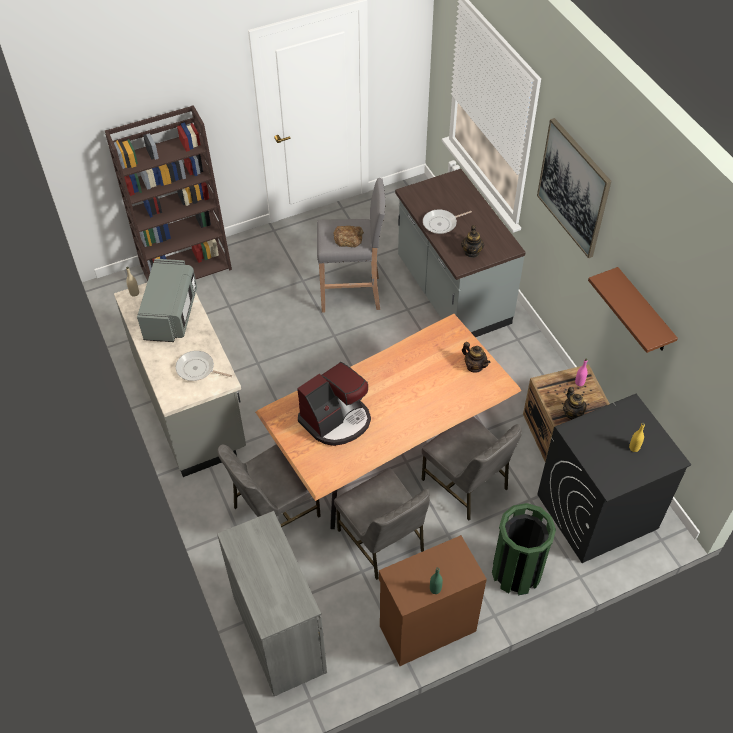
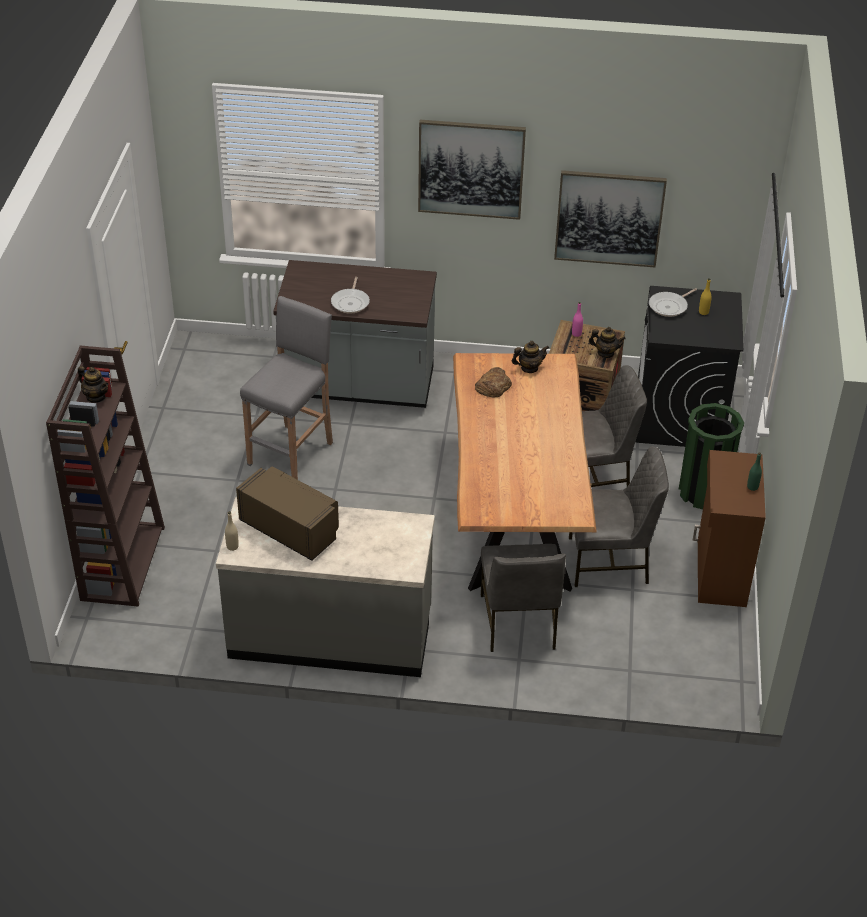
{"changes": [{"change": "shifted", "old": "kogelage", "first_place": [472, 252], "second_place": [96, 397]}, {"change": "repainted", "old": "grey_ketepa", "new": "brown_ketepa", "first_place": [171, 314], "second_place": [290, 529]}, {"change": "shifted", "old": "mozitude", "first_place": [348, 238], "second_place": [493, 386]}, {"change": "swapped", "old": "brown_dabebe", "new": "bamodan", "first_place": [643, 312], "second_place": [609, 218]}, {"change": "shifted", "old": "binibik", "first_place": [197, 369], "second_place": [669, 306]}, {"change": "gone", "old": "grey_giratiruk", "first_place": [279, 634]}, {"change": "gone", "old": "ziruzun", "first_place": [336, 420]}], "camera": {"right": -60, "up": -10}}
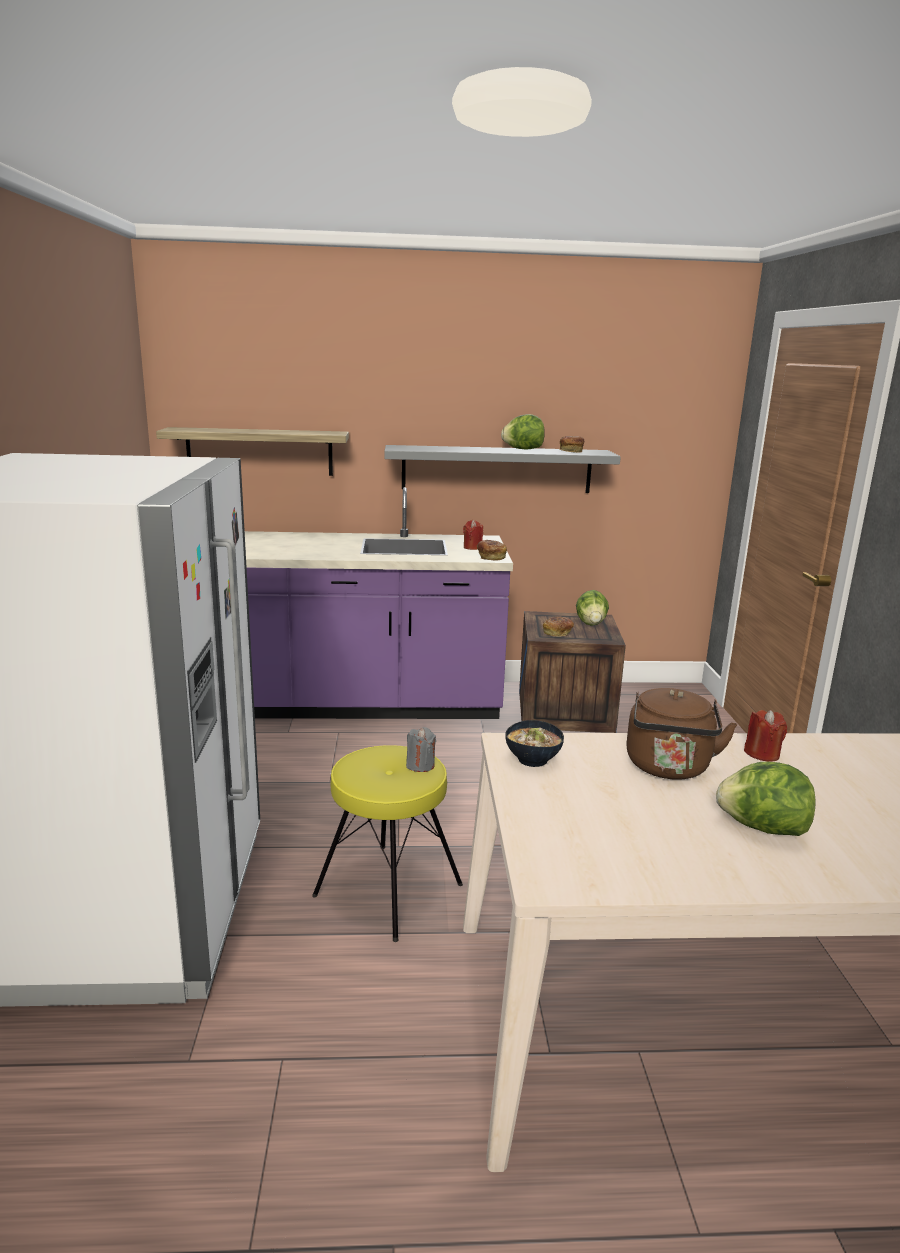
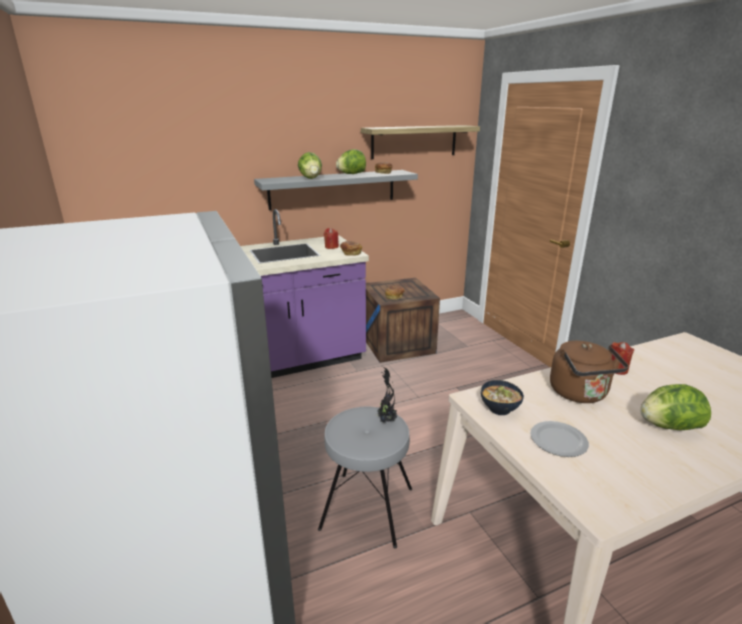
{"changes": [{"change": "shifted", "old": "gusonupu", "first_place": [591, 624], "second_place": [311, 178]}, {"change": "repainted", "old": "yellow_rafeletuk", "new": "grey_rafeletuk", "first_place": [388, 889], "second_place": [366, 507]}, {"change": "shifted", "old": "dabebe", "first_place": [260, 451], "second_place": [414, 141]}, {"change": "swapped", "old": "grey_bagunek", "new": "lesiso", "first_place": [420, 765], "second_place": [386, 420]}, {"change": "new", "new": "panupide", "second_place": [559, 440]}], "camera": {"right": -20, "up": 5}}
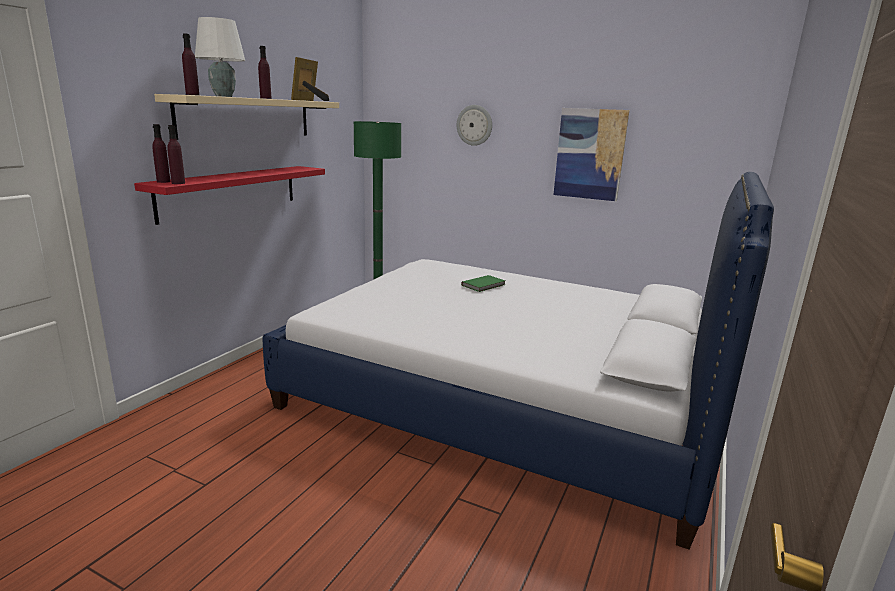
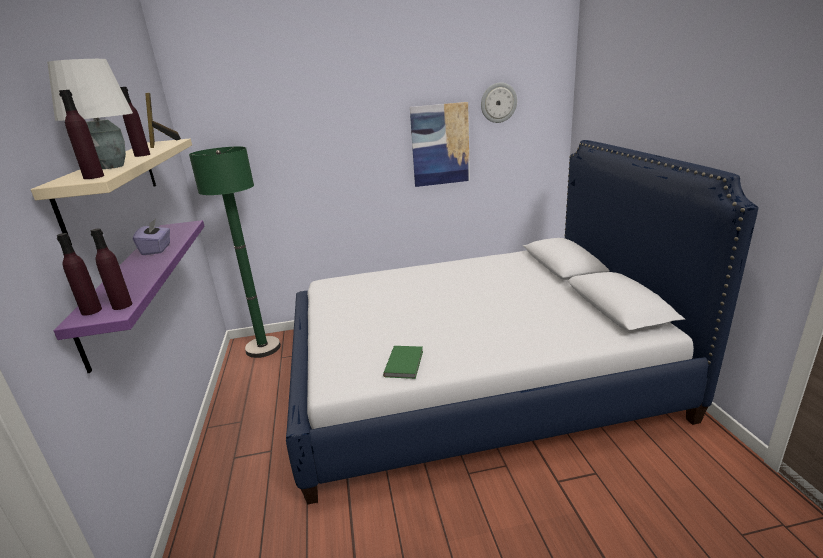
{"changes": [{"change": "repainted", "old": "red_dabebe", "new": "purple_dabebe", "first_place": [231, 192], "second_place": [128, 287]}, {"change": "new", "new": "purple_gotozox", "second_place": [157, 249]}, {"change": "shifted", "old": "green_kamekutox", "first_place": [484, 285], "second_place": [405, 363]}, {"change": "shifted", "old": "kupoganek", "first_place": [474, 125], "second_place": [498, 102]}], "camera": {"right": -35, "up": 5}}
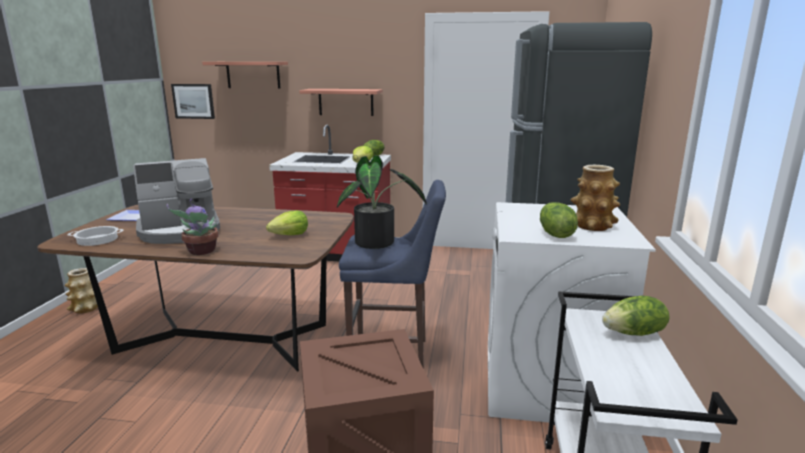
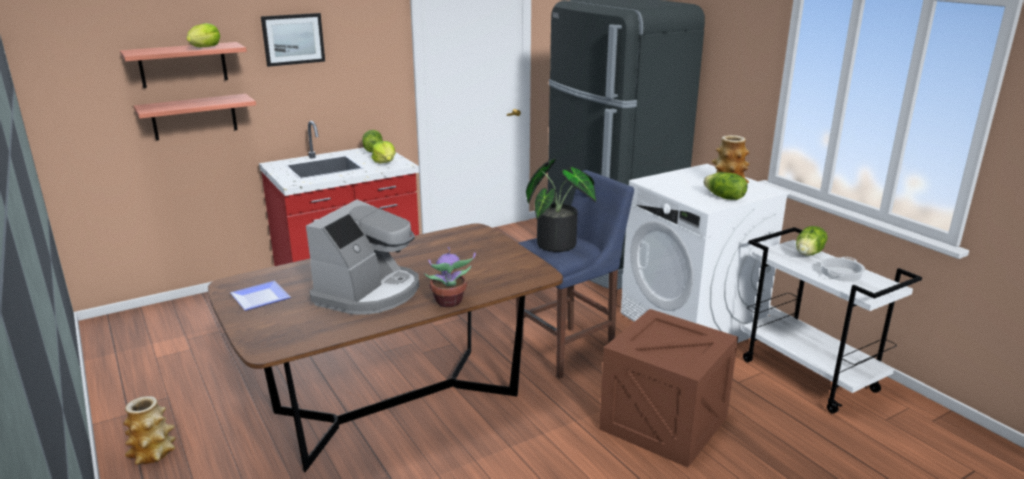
{"changes": [{"change": "shifted", "old": "dabebe", "first_place": [346, 102], "second_place": [194, 117]}, {"change": "shifted", "old": "gusonupu", "first_place": [290, 235], "second_place": [205, 47]}, {"change": "shifted", "old": "bamodan", "first_place": [193, 101], "second_place": [293, 39]}, {"change": "shifted", "old": "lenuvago", "first_place": [98, 239], "second_place": [840, 273]}], "camera": {"right": -40, "up": 5}}
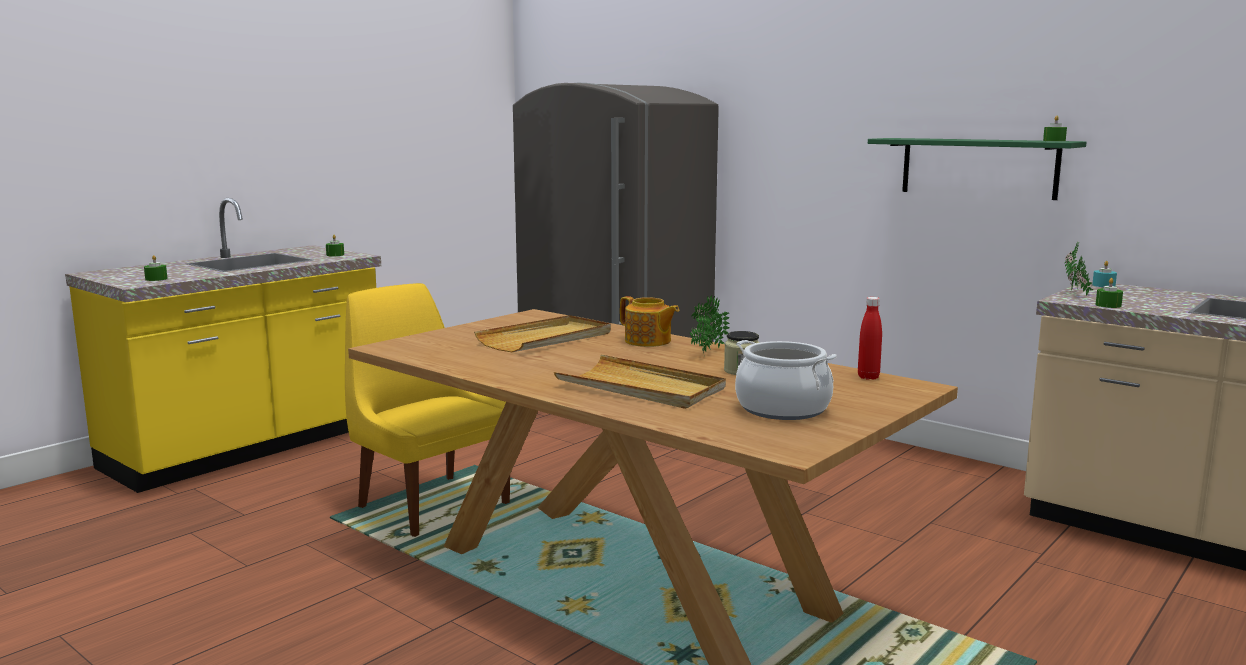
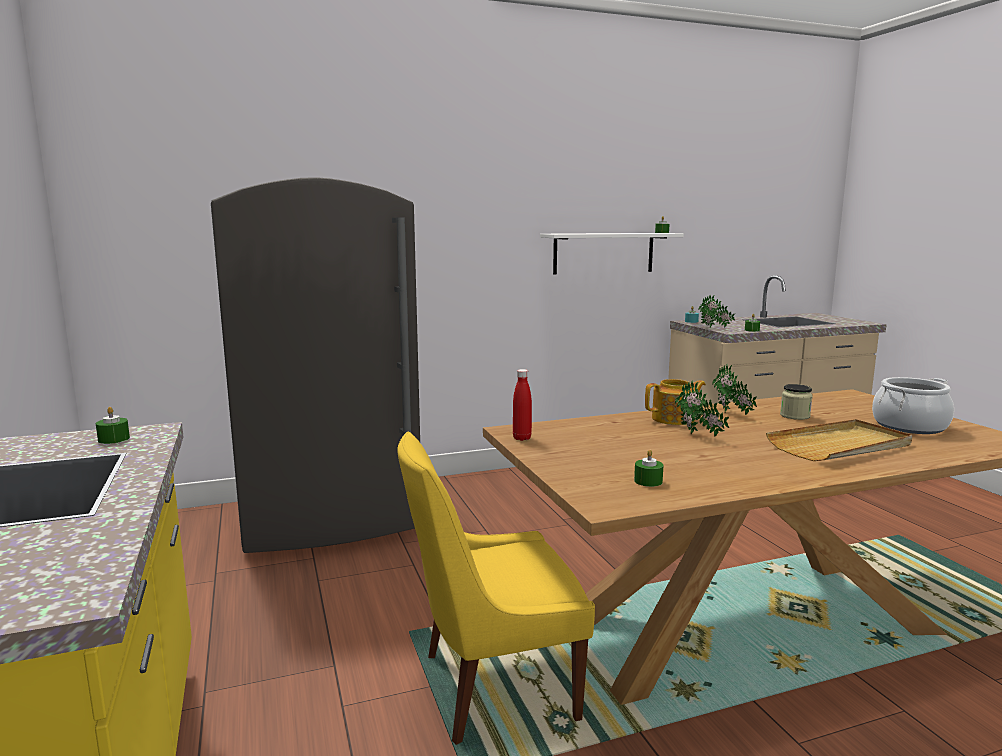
{"changes": [{"change": "shifted", "old": "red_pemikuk", "first_place": [868, 377], "second_place": [522, 438]}, {"change": "repainted", "old": "green_dabebe", "new": "white_dabebe", "first_place": [978, 167], "second_place": [603, 253]}, {"change": "shifted", "old": "green_bagunek", "first_place": [156, 279], "second_place": [648, 481]}, {"change": "new", "new": "lesiso", "second_place": [699, 436]}, {"change": "gone", "old": "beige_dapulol", "first_place": [546, 339]}], "camera": {"right": -60, "up": 0}}
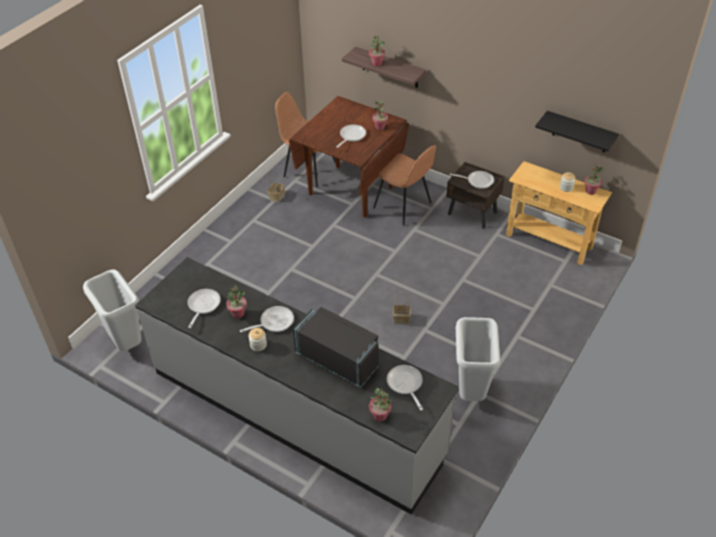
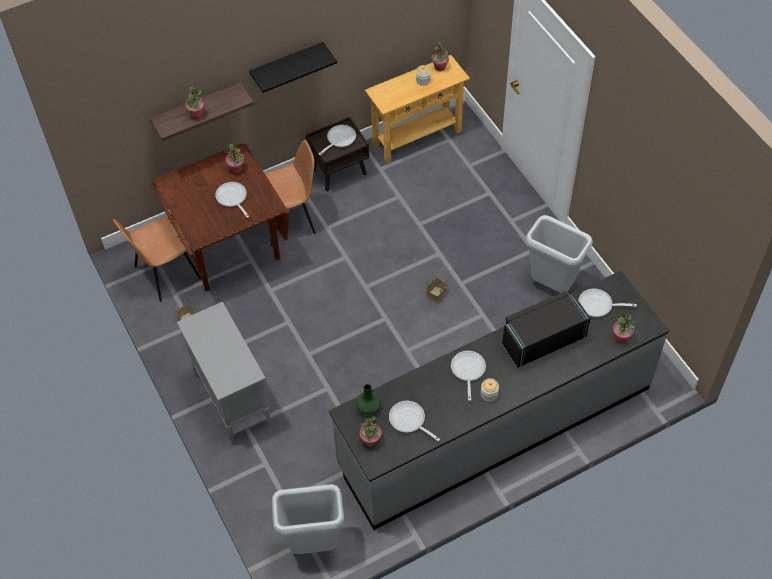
{"changes": [{"change": "new", "new": "grey_giratiruk", "second_place": [232, 398]}, {"change": "shifted", "old": "black_dabebe", "first_place": [580, 132], "second_place": [287, 66]}, {"change": "new", "new": "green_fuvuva", "second_place": [368, 407]}, {"change": "shifted", "old": "lesiso", "first_place": [238, 313], "second_place": [370, 441]}], "camera": {"right": -60, "up": 10}}
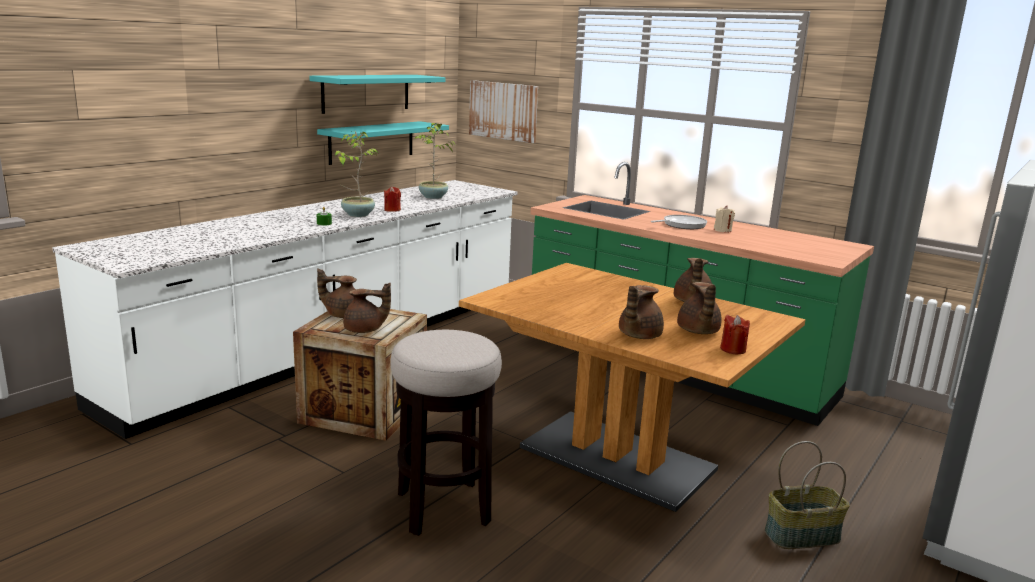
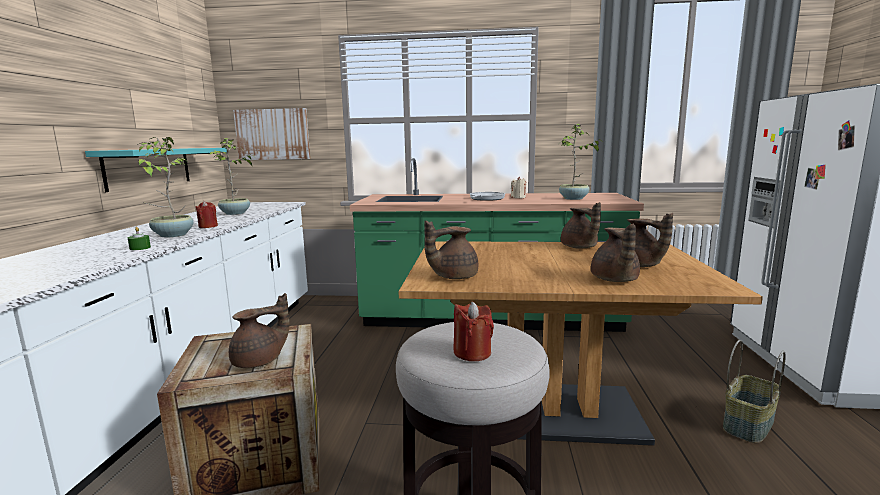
{"changes": [{"change": "shifted", "old": "brown_kogelage", "first_place": [343, 315], "second_place": [453, 276]}, {"change": "shifted", "old": "red_bagunek", "first_place": [733, 349], "second_place": [472, 353]}, {"change": "new", "new": "lesiso", "second_place": [573, 199]}, {"change": "gone", "old": "turquoise_dabebe", "first_place": [366, 93]}], "camera": {"right": -30, "up": -5}}
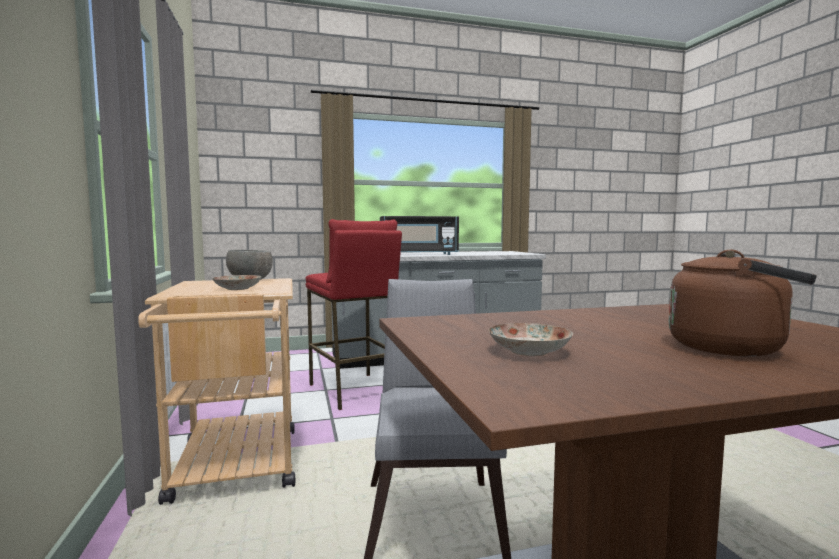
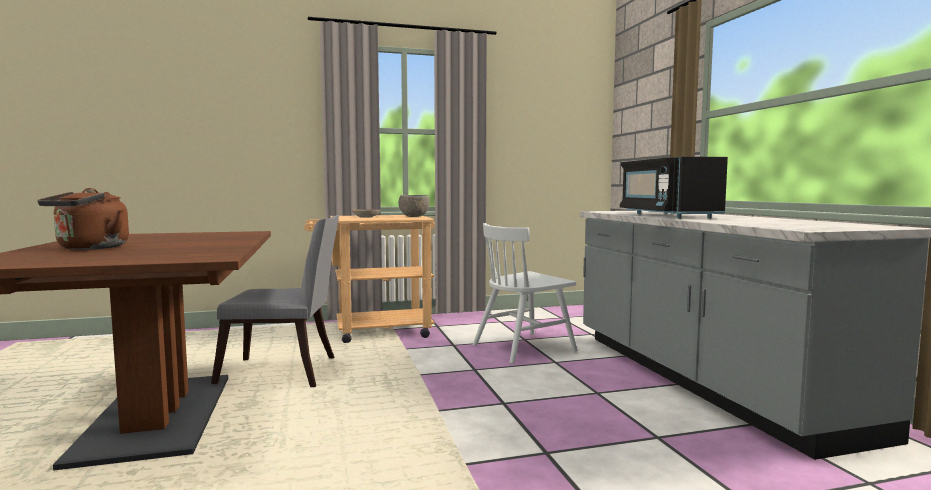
{"changes": [{"change": "swapped", "old": "red_rafeletuk", "new": "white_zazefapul", "first_place": [354, 391], "second_place": [524, 347]}, {"change": "gone", "old": "panupide", "first_place": [529, 351]}], "camera": {"right": 90, "up": 0}}
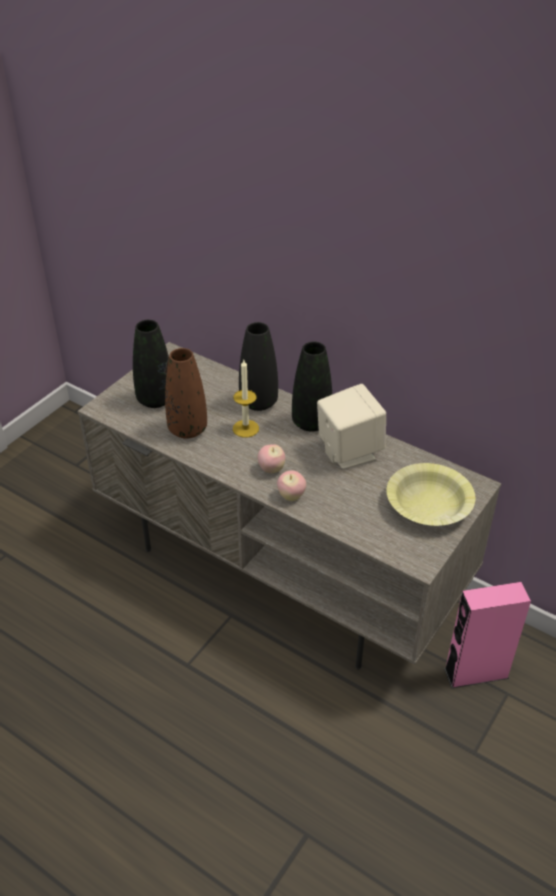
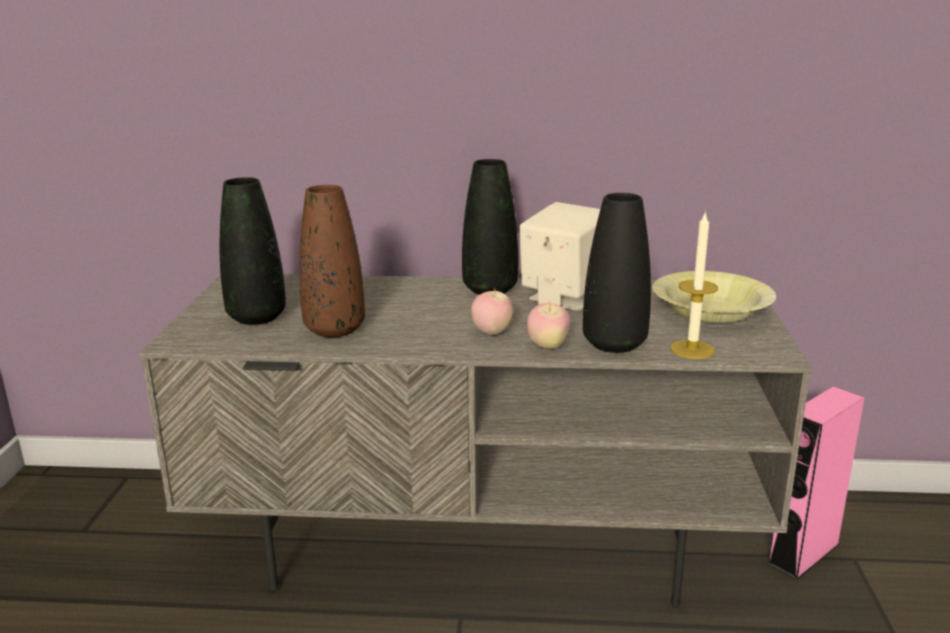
{"changes": [{"change": "shifted", "old": "black_fuvuva", "first_place": [258, 402], "second_place": [614, 344]}, {"change": "shifted", "old": "bagunek", "first_place": [245, 428], "second_place": [692, 349]}], "camera": {"right": -30, "up": -20}}
